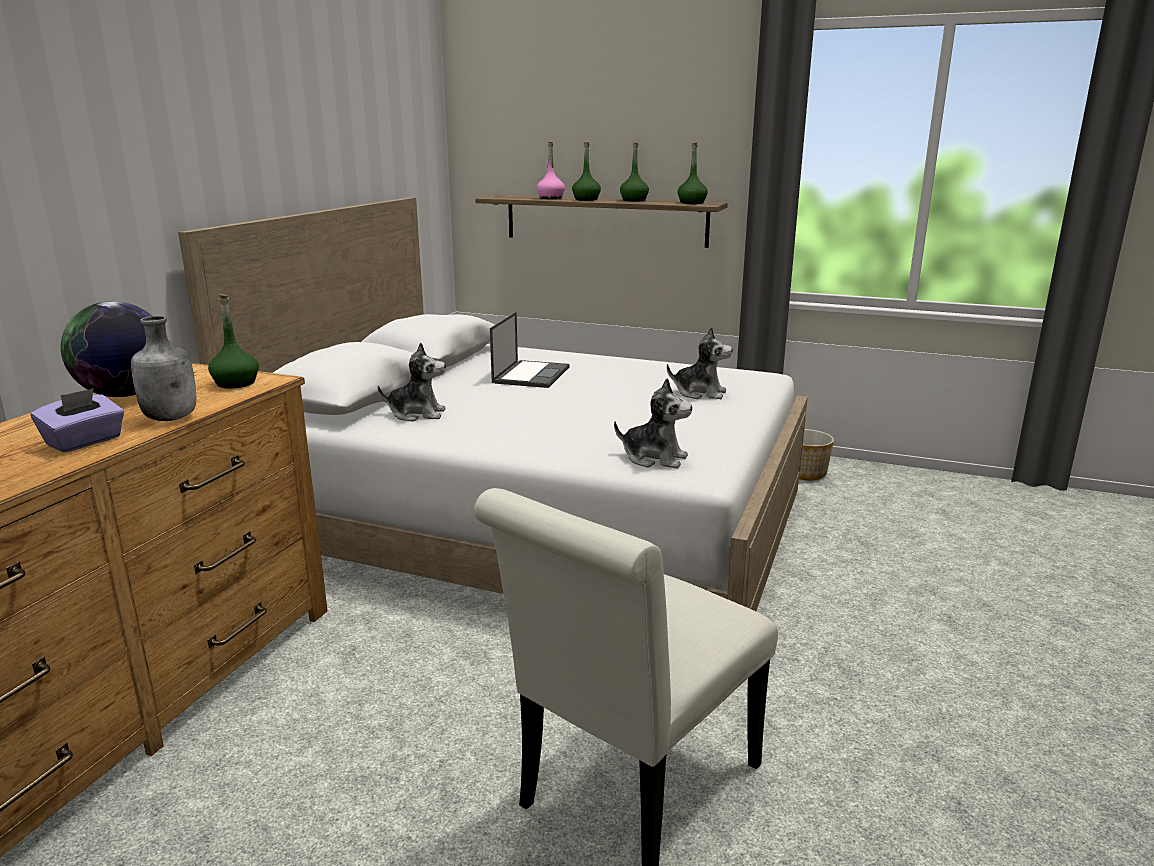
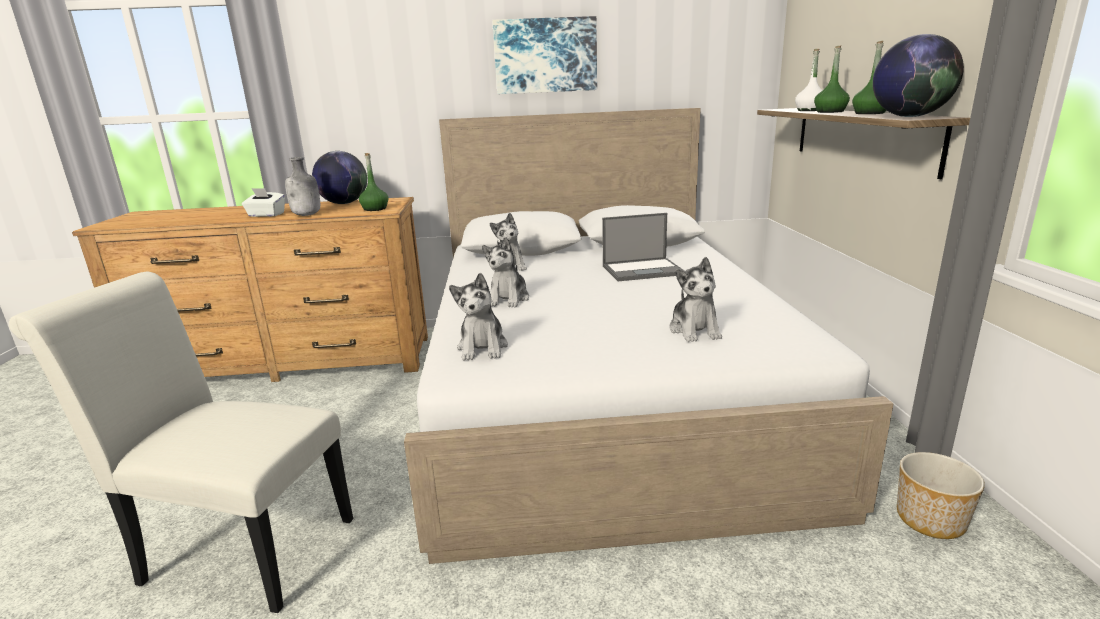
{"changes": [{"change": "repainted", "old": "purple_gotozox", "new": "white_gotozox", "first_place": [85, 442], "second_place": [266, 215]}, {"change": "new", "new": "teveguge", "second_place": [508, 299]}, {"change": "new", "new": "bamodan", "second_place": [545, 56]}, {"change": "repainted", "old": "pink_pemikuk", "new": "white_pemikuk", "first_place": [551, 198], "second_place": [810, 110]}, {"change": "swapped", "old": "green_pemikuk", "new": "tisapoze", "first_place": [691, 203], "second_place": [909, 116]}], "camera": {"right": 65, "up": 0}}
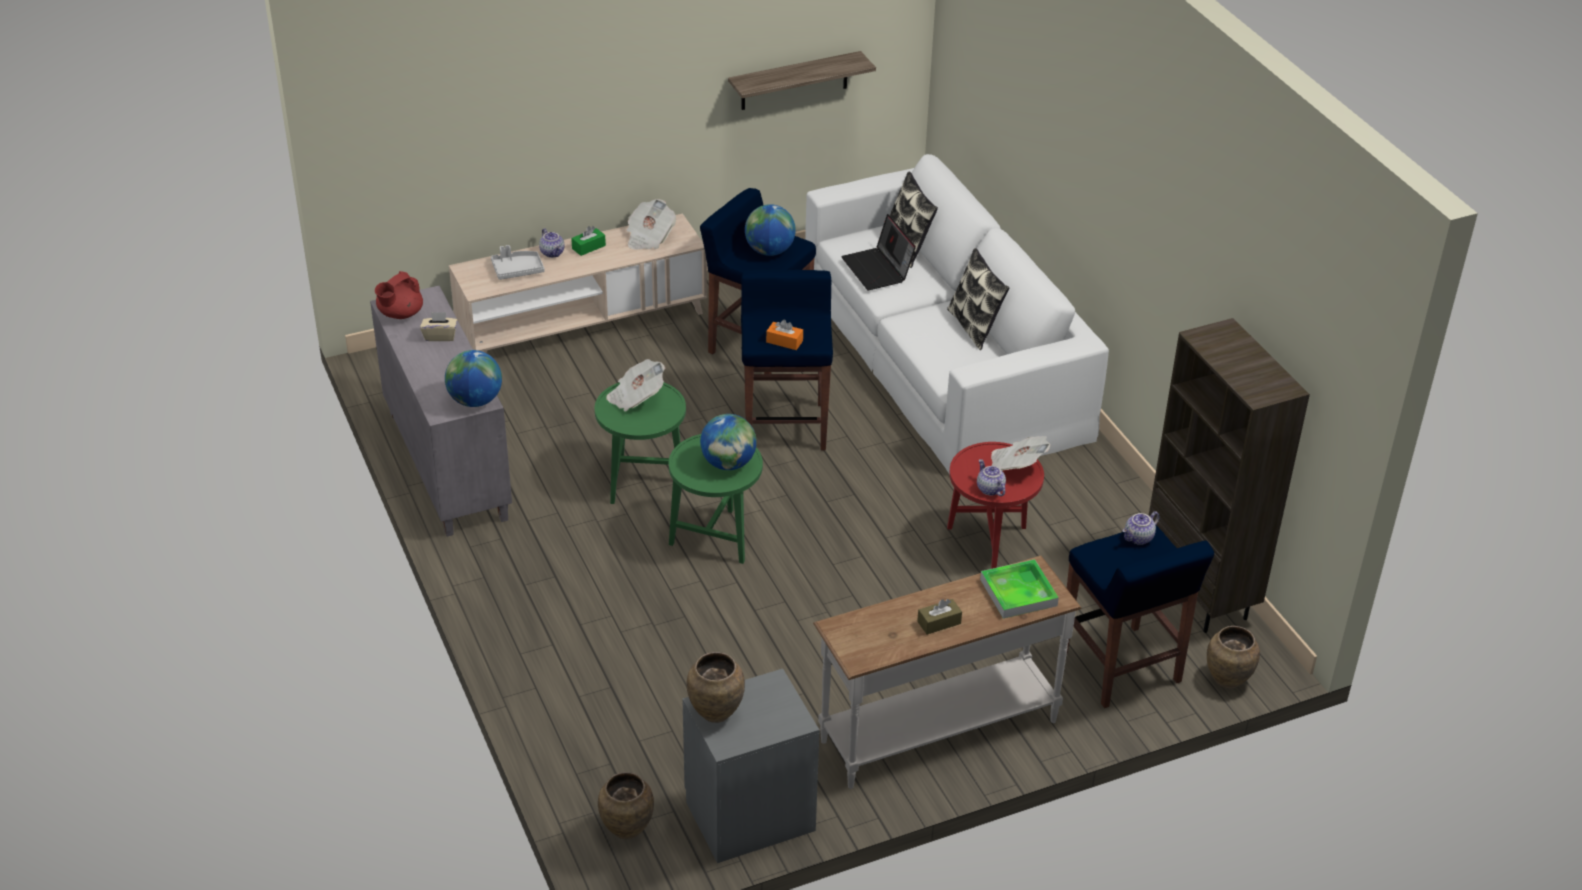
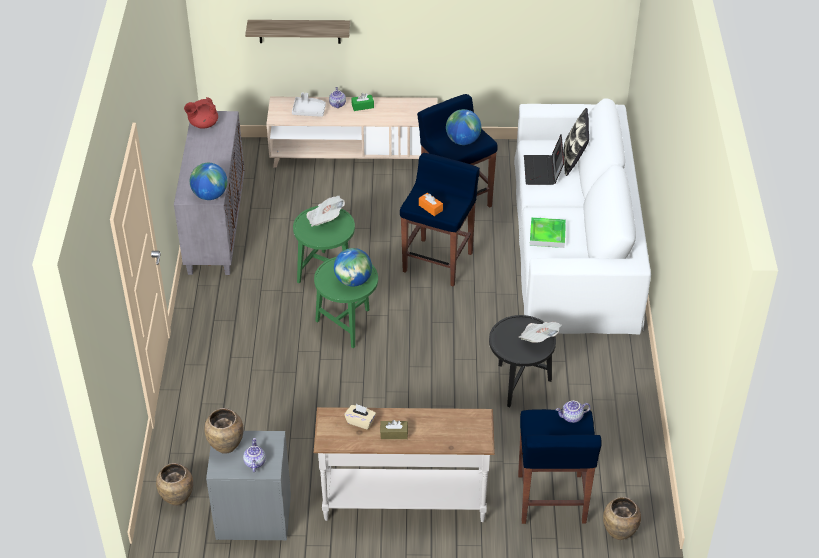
{"changes": [{"change": "shifted", "old": "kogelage", "first_place": [989, 489], "second_place": [254, 462]}, {"change": "shifted", "old": "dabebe", "first_place": [794, 81], "second_place": [299, 31]}, {"change": "shifted", "old": "beige_gotozox", "first_place": [440, 336], "second_place": [360, 421]}, {"change": "repainted", "old": "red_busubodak", "new": "black_busubodak", "first_place": [989, 545], "second_place": [518, 385]}, {"change": "shifted", "old": "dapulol", "first_place": [1018, 592], "second_place": [547, 235]}, {"change": "gone", "old": "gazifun", "first_place": [649, 237]}, {"change": "gone", "old": "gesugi", "first_place": [974, 327]}, {"change": "gone", "old": "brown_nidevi", "first_place": [1200, 593]}], "camera": {"right": 25, "up": 5}}
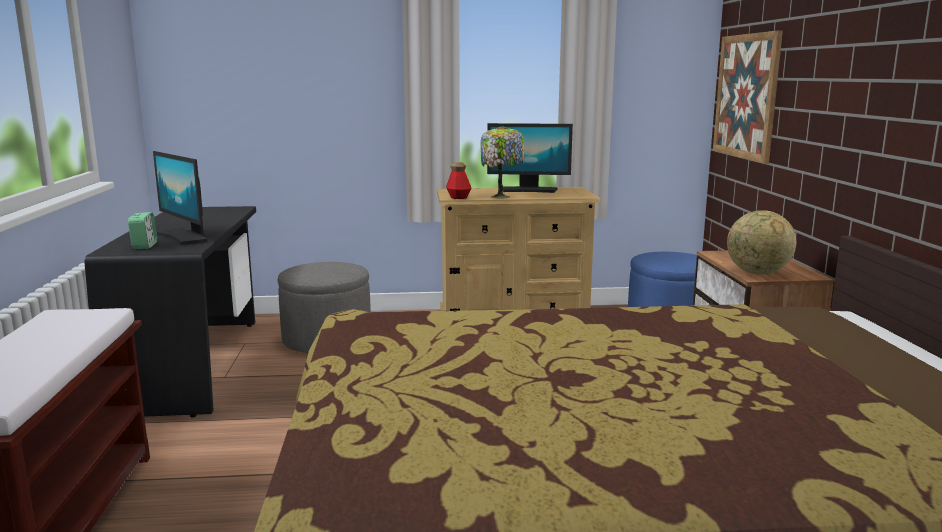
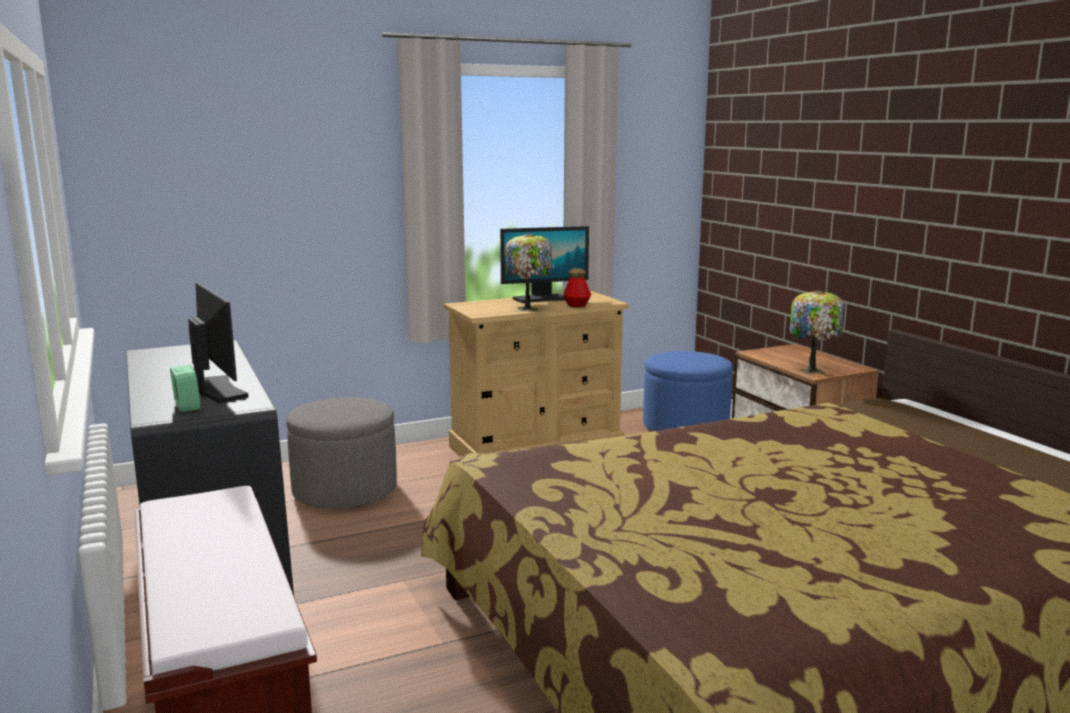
{"changes": [{"change": "rotated", "old": "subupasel", "first_place": [184, 237], "second_place": [218, 390], "degrees": -150}, {"change": "shifted", "old": "pemikuk", "first_place": [458, 197], "second_place": [577, 305]}, {"change": "swapped", "old": "tisapoze", "new": "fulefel", "first_place": [757, 273], "second_place": [813, 370]}, {"change": "gone", "old": "bamodan", "first_place": [746, 96]}], "camera": {"right": -20, "up": 0}}
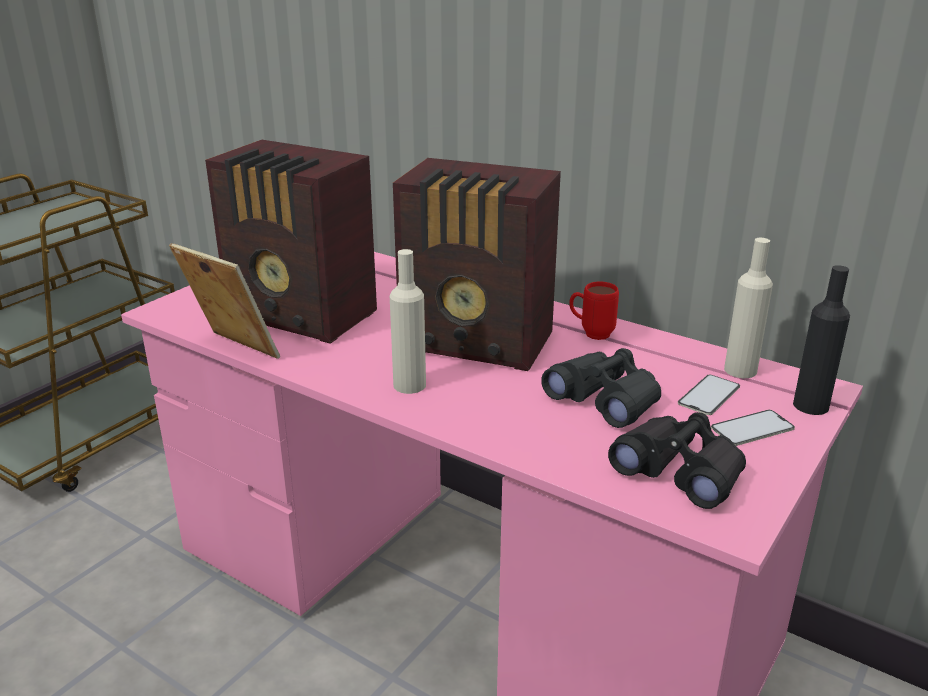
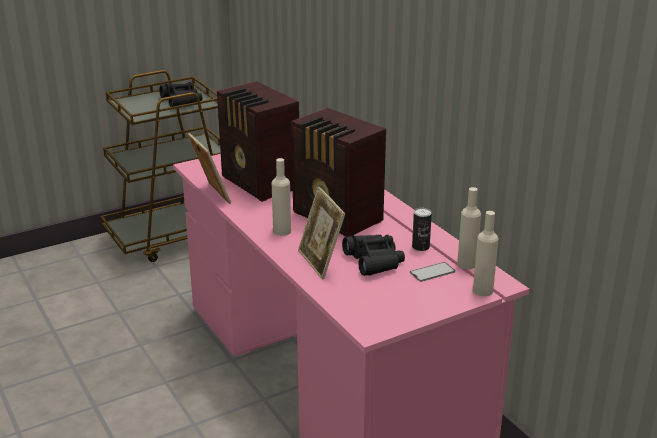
{"changes": [{"change": "shifted", "old": "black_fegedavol", "first_place": [680, 471], "second_place": [181, 101]}, {"change": "new", "new": "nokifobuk", "second_place": [320, 262]}, {"change": "new", "new": "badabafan", "second_place": [420, 247]}, {"change": "repainted", "old": "black_pemikuk", "new": "beige_pemikuk", "first_place": [810, 405], "second_place": [483, 290]}, {"change": "gone", "old": "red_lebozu", "first_place": [591, 333]}, {"change": "gone", "old": "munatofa", "first_place": [752, 428]}], "camera": {"right": 25, "up": 0}}
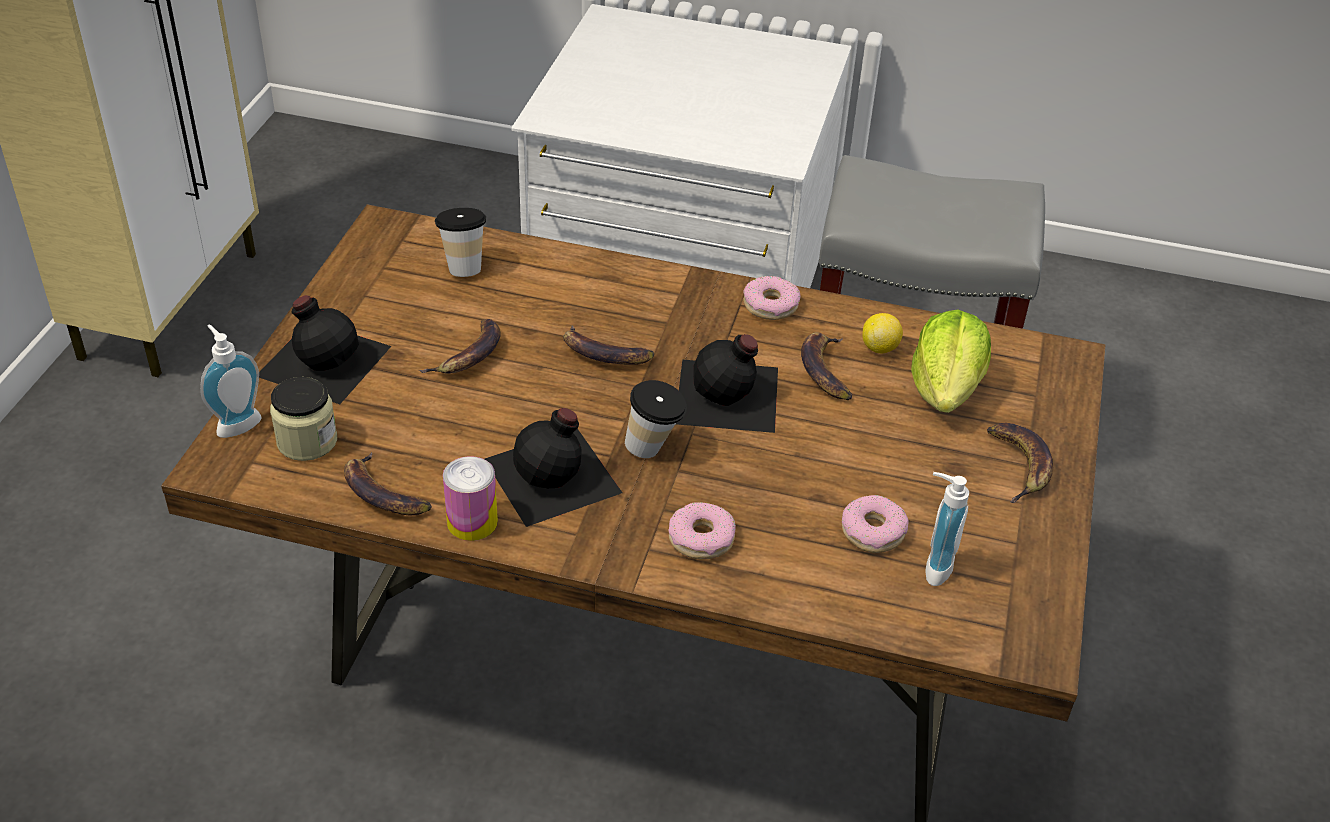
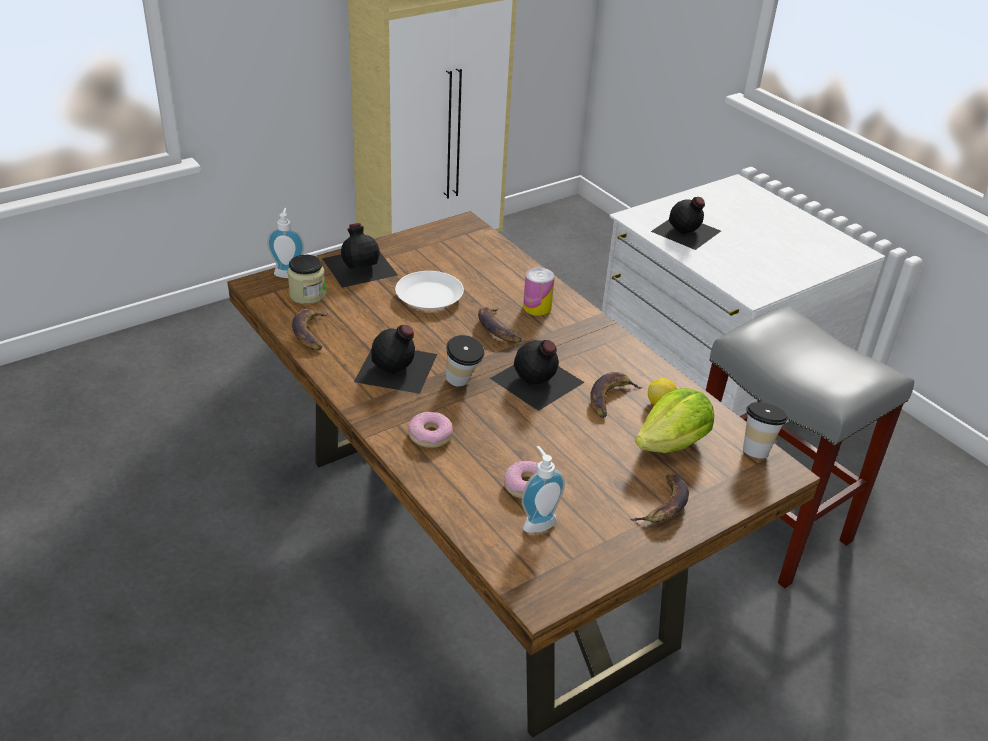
{"changes": [{"change": "swapped", "old": "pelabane", "new": "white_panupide", "first_place": [469, 355], "second_place": [429, 297]}, {"change": "shifted", "old": "badabafan", "first_place": [472, 522], "second_place": [537, 307]}, {"change": "new", "new": "black_pemikuk", "second_place": [686, 231]}, {"change": "shifted", "old": "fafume", "first_place": [464, 266], "second_place": [757, 448]}, {"change": "gone", "old": "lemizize", "first_place": [770, 305]}], "camera": {"right": 40, "up": -5}}
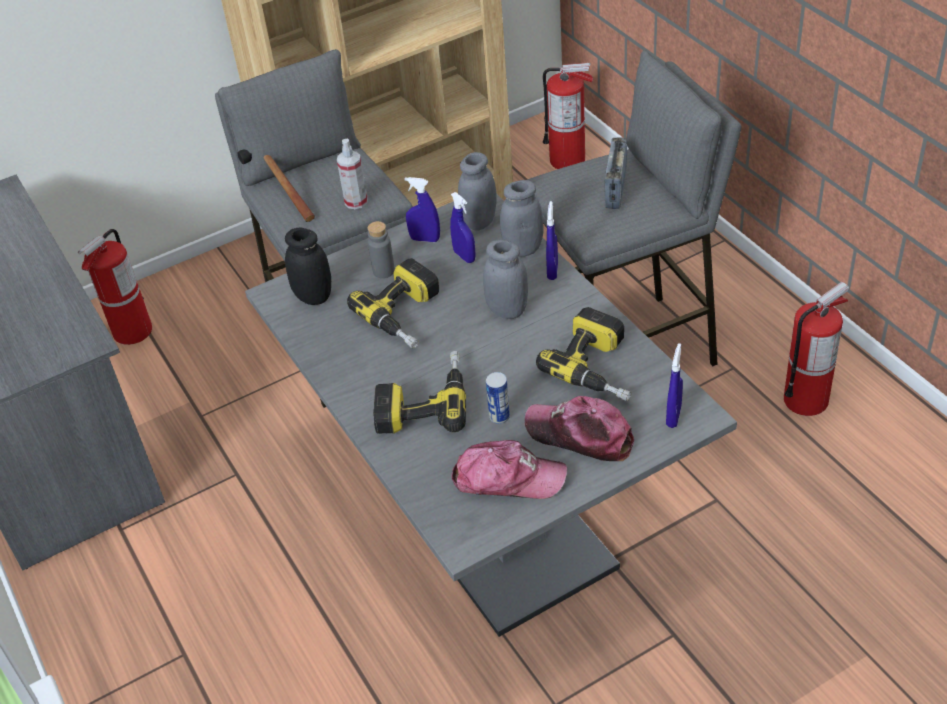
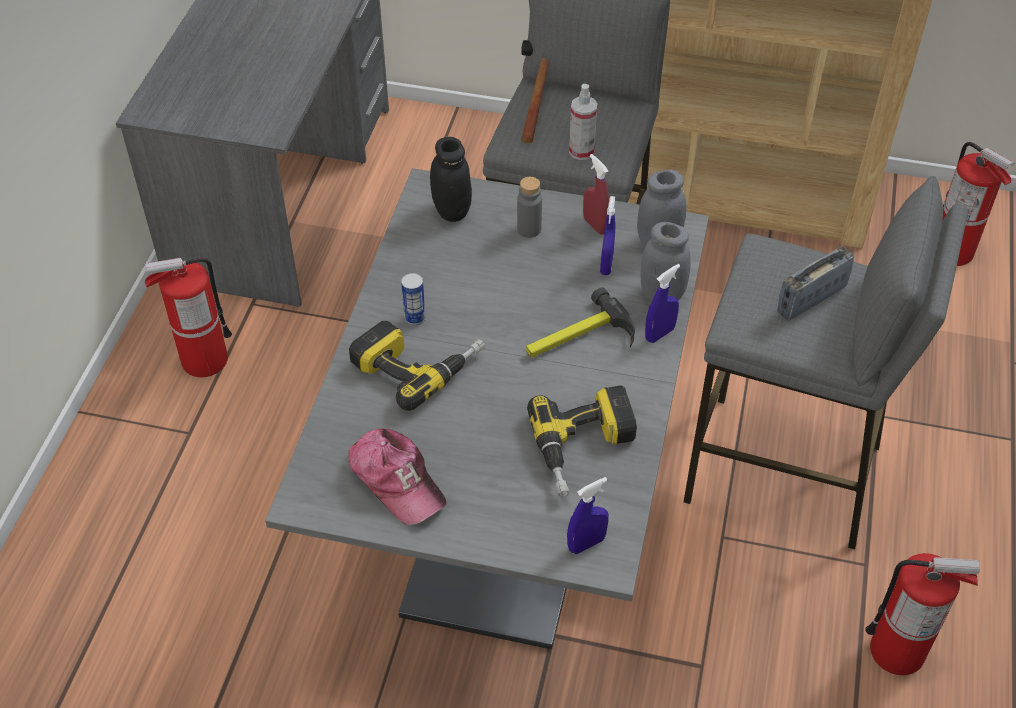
{"changes": [{"change": "shifted", "old": "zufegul", "first_place": [132, 331], "second_place": [204, 360]}, {"change": "shifted", "old": "badabafan", "first_place": [499, 417], "second_place": [415, 318]}, {"change": "swapped", "old": "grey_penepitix", "new": "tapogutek", "first_place": [507, 310], "second_place": [578, 339]}, {"change": "repainted", "old": "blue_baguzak", "new": "red_baguzak", "first_place": [425, 239], "second_place": [595, 225]}, {"change": "gone", "old": "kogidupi", "first_place": [407, 314]}, {"change": "gone", "old": "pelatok", "first_place": [580, 435]}], "camera": {"right": 40, "up": 5}}
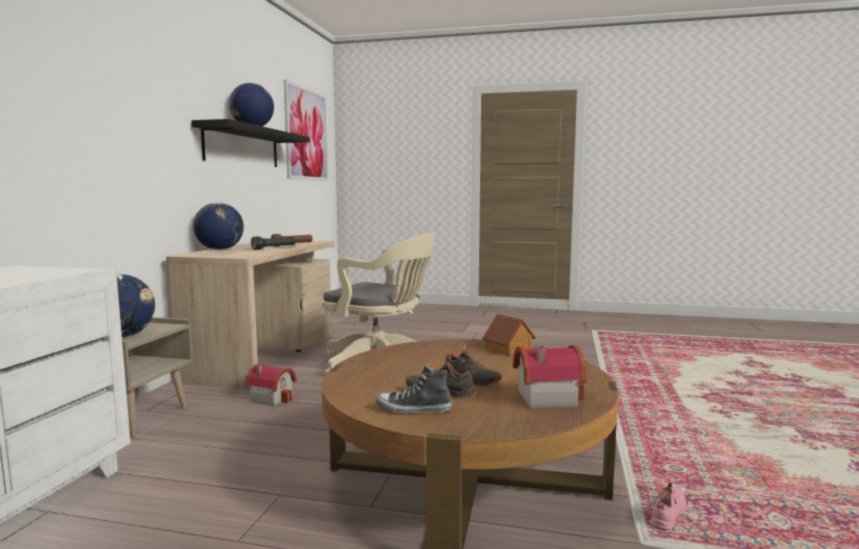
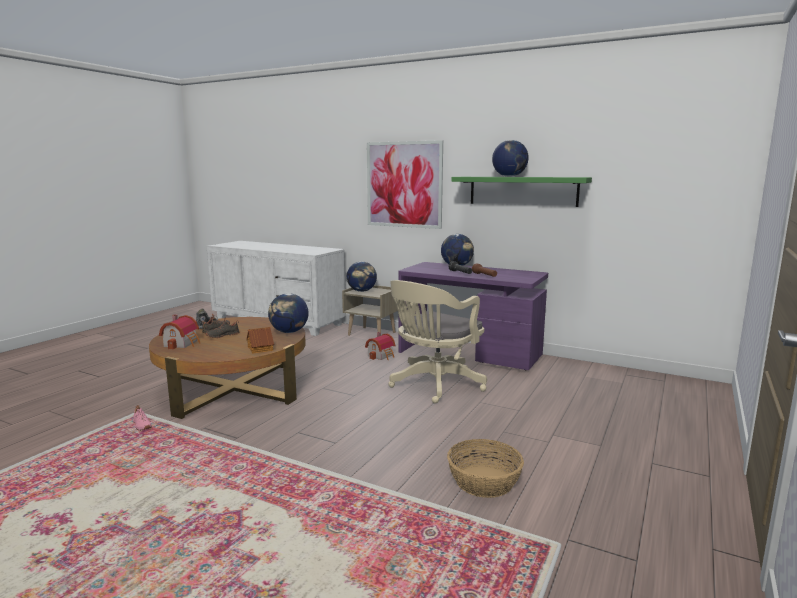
{"changes": [{"change": "new", "new": "tisapoze", "second_place": [289, 332]}, {"change": "shifted", "old": "bamodan", "first_place": [307, 134], "second_place": [404, 184]}, {"change": "repainted", "old": "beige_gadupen", "new": "purple_gadupen", "first_place": [265, 357], "second_place": [470, 353]}, {"change": "new", "new": "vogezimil", "second_place": [484, 481]}, {"change": "repainted", "old": "black_dabebe", "new": "green_dabebe", "first_place": [242, 147], "second_place": [522, 191]}], "camera": {"right": 105, "up": 5}}
